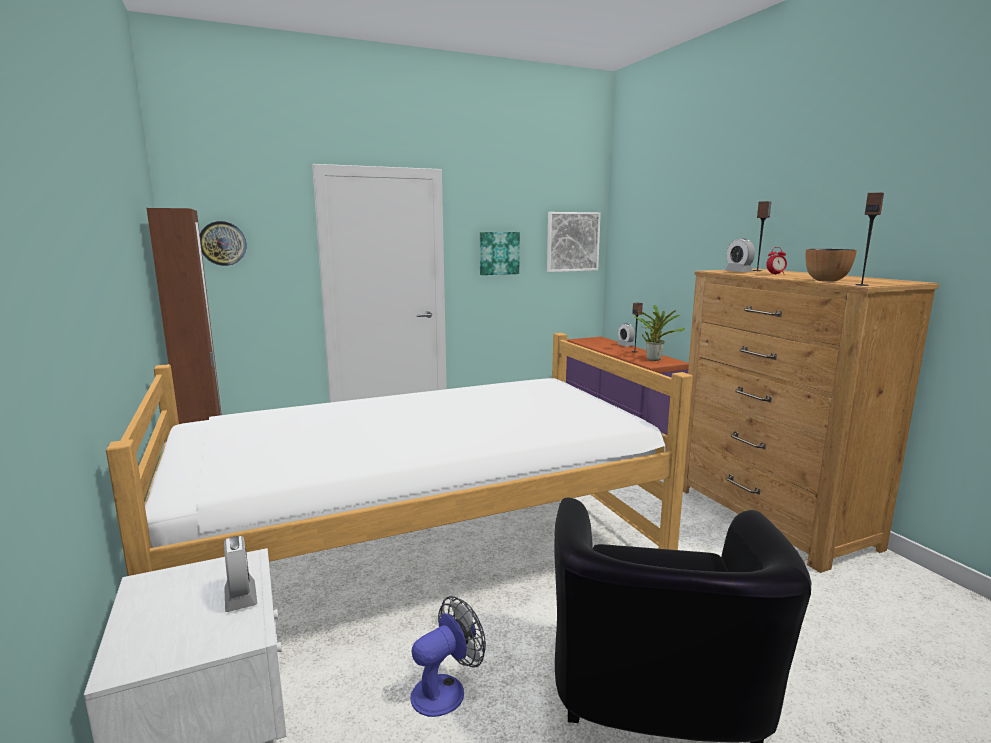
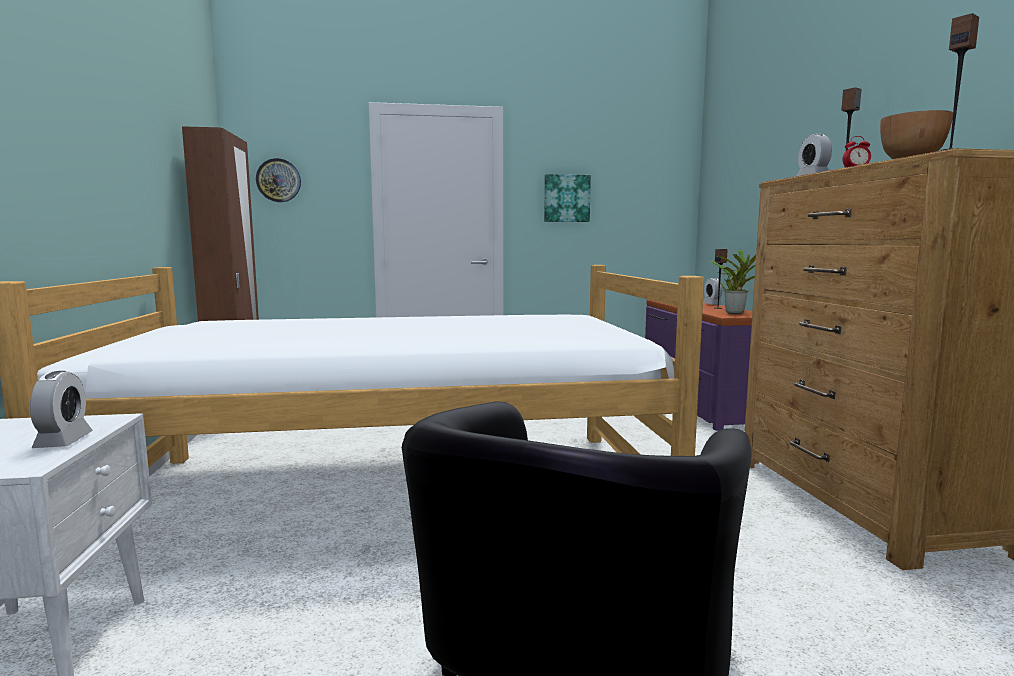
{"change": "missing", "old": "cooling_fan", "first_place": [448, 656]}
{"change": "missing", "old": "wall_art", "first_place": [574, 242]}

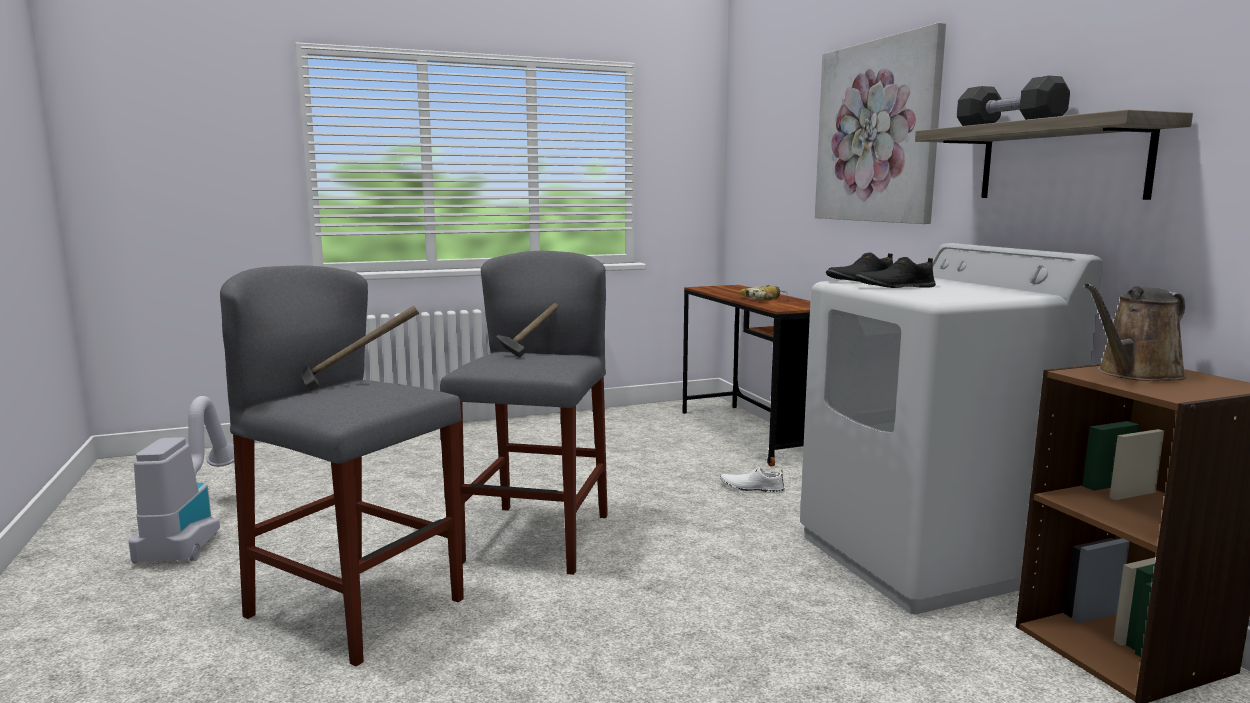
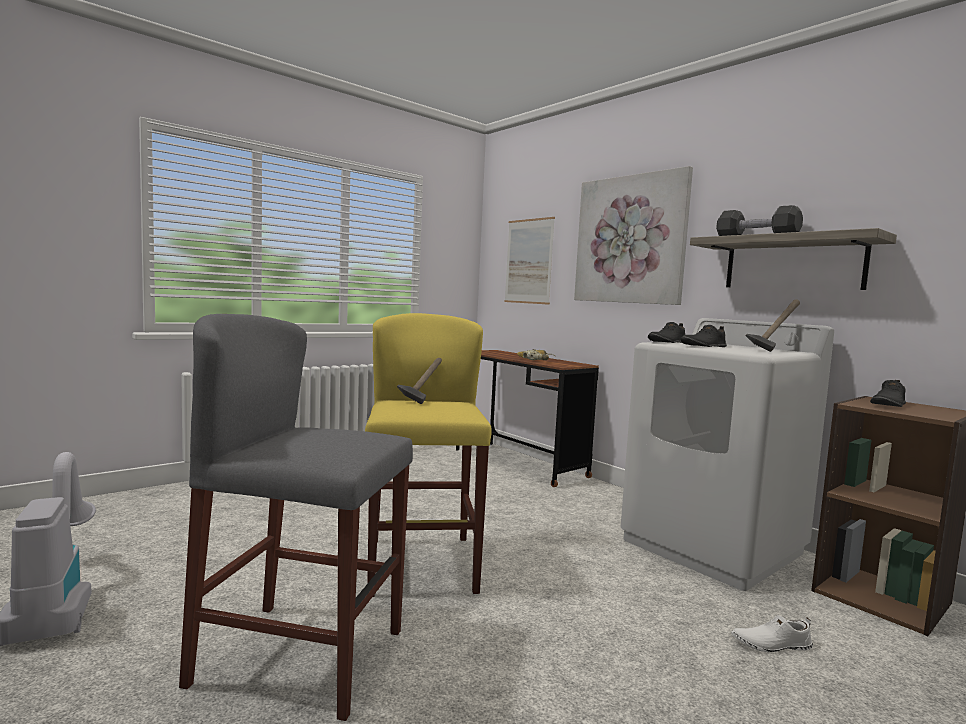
{"change": "relocated", "old": "tool_hammer", "first_place": [359, 348], "second_place": [773, 325]}
{"change": "colour", "old": "grey_stool_seat", "new": "yellow_stool_seat", "first_place": [524, 413], "second_place": [428, 455]}
{"change": "relocated", "old": "white-coloured_shoe", "first_place": [752, 480], "second_place": [772, 633]}
{"change": "exchanged", "old": "brown-coloured_watering_can", "new": "blackish_shoe", "first_place": [1135, 332], "second_place": [888, 393]}
{"change": "appeared", "new": "wall_art", "second_place": [529, 261]}

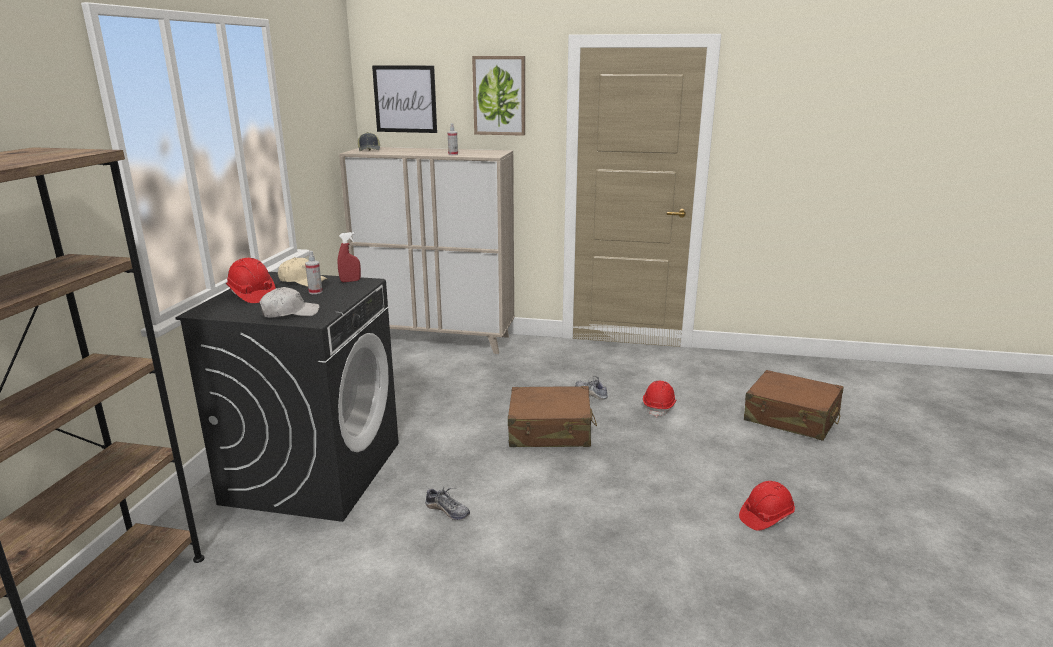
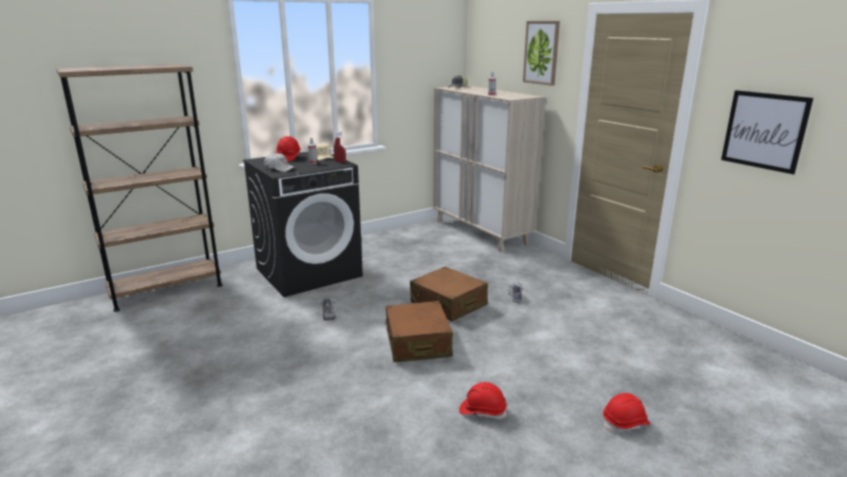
{"change": "relocated", "old": "wall_art", "first_place": [404, 99], "second_place": [767, 132]}
{"change": "relocated", "old": "red-coloured_work_helmet", "first_place": [659, 399], "second_place": [626, 413]}
{"change": "relocated", "old": "brown-coloured_suitcase", "first_place": [794, 405], "second_place": [419, 331]}

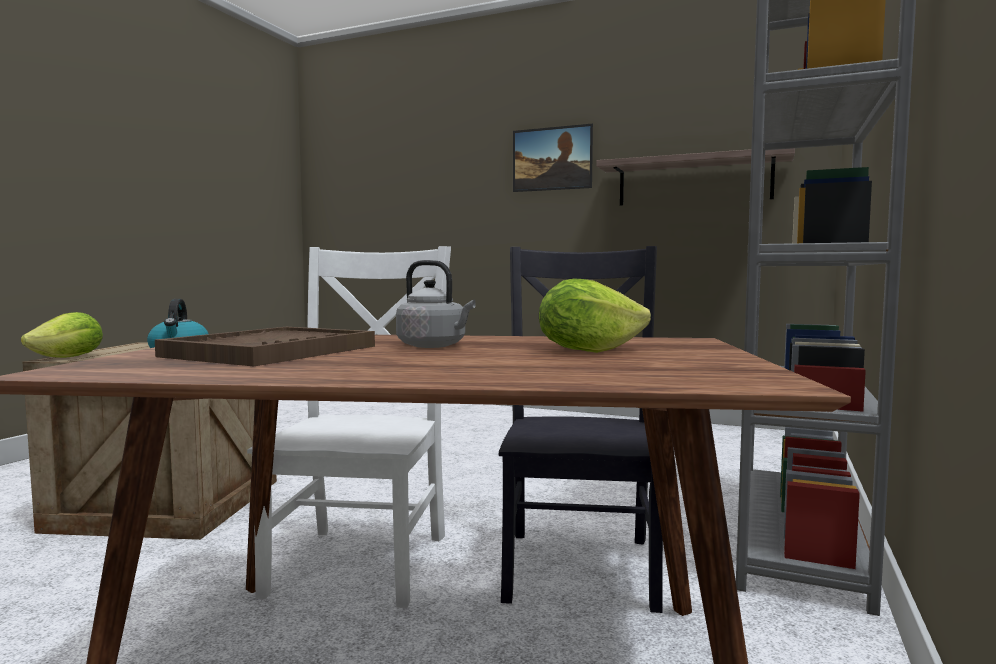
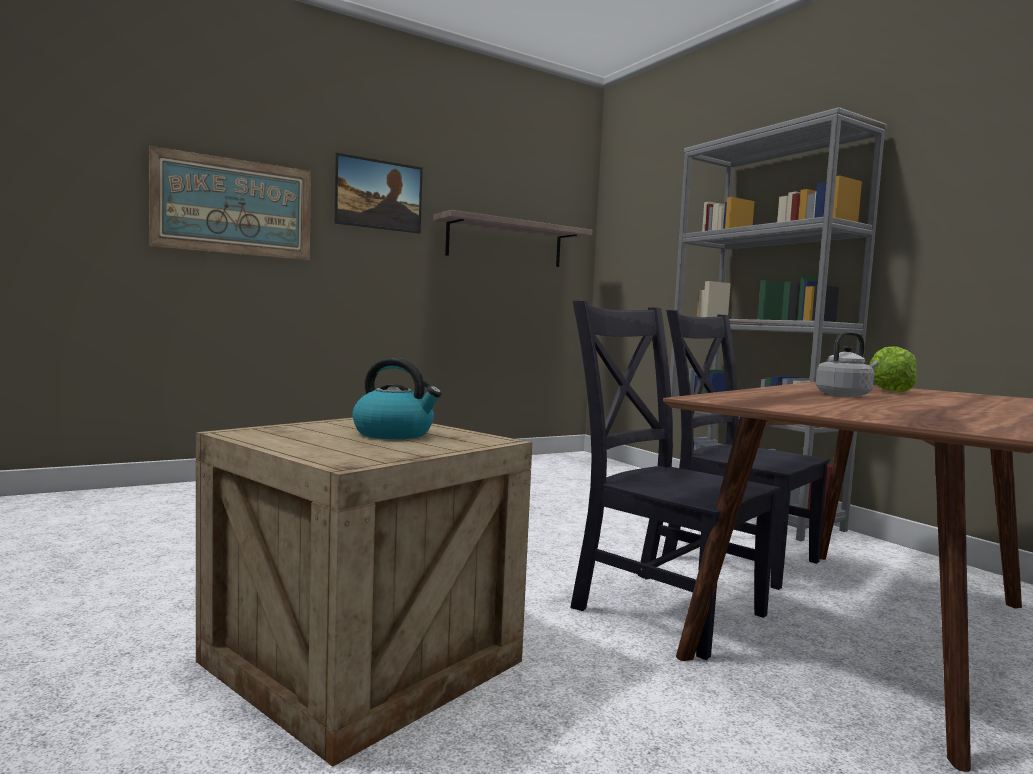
{"change": "missing", "old": "lettuce", "first_place": [62, 335]}
{"change": "missing", "old": "brown-coloured_tray", "first_place": [265, 346]}
{"change": "colour", "old": "white-coloured_plain_chair", "new": "blackish_plain_chair", "first_place": [349, 427], "second_place": [675, 480]}
{"change": "appeared", "new": "wall_art", "second_place": [230, 203]}

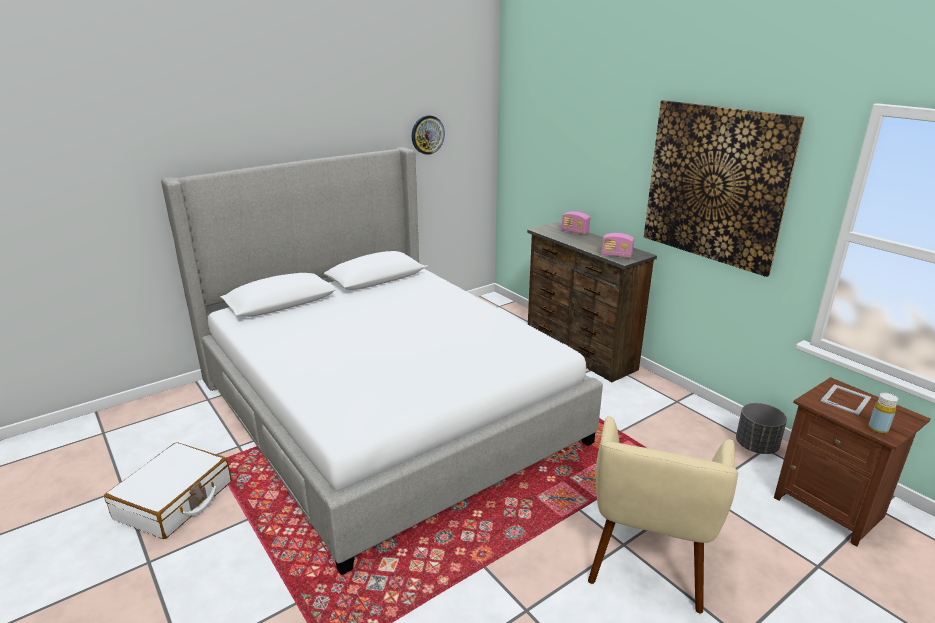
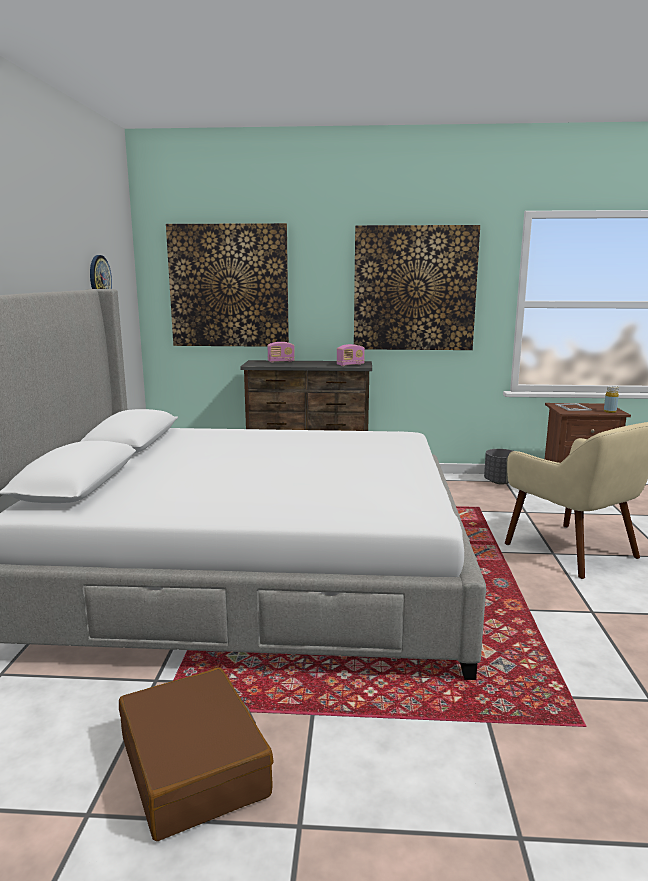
{"change": "colour", "old": "white-coloured_suitcase", "new": "brown-coloured_suitcase", "first_place": [167, 490], "second_place": [196, 754]}
{"change": "appeared", "new": "wall_art", "second_place": [227, 285]}

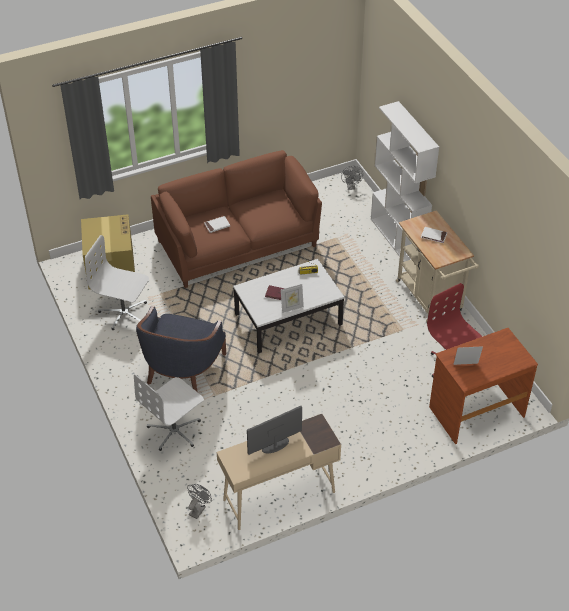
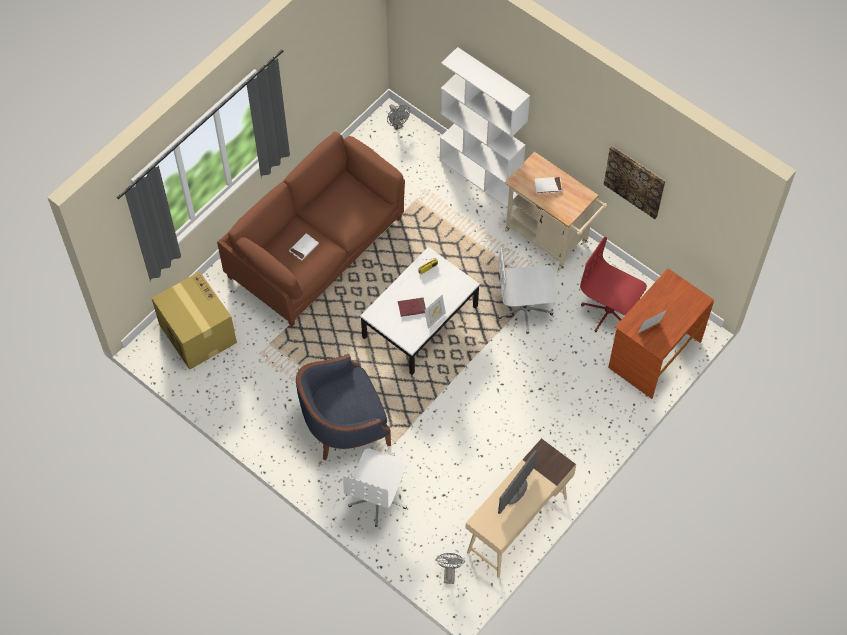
{"change": "relocated", "old": "white-coloured_office_chair", "first_place": [117, 282], "second_place": [527, 290]}
{"change": "spun", "old": "blue-coloured_lounge_chair", "first_place": [181, 349], "second_place": [343, 407], "degrees": 75}
{"change": "appeared", "new": "wall_art", "second_place": [634, 182]}

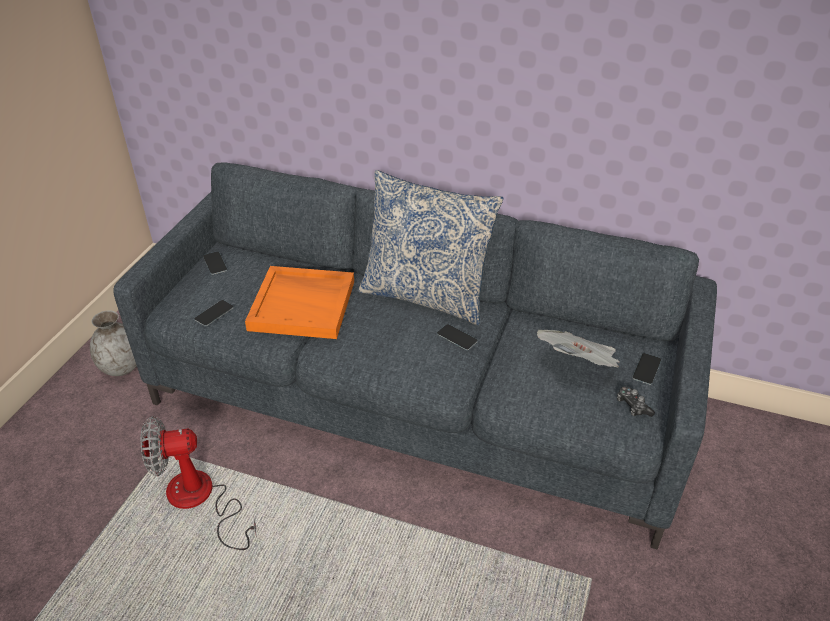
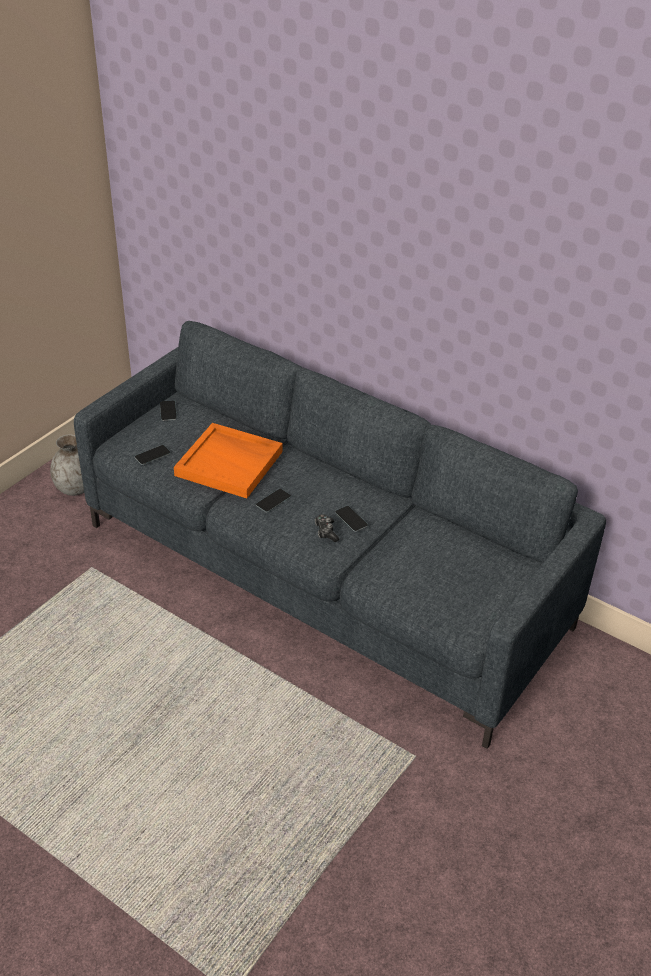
{"change": "missing", "old": "cooling_fan", "first_place": [199, 483]}
{"change": "missing", "old": "throw_pillow", "first_place": [430, 247]}
{"change": "missing", "old": "daily_paper", "first_place": [578, 349]}
{"change": "relocated", "old": "game_controller", "first_place": [636, 401], "second_place": [327, 528]}
{"change": "relocated", "old": "handset", "first_place": [646, 369], "second_place": [273, 500]}

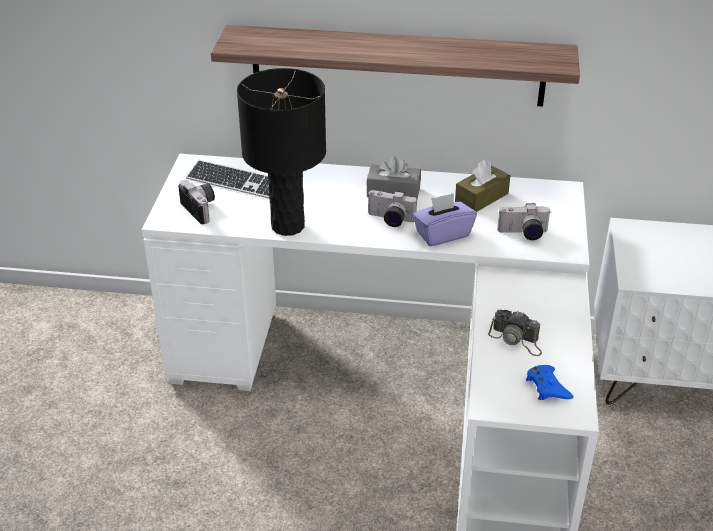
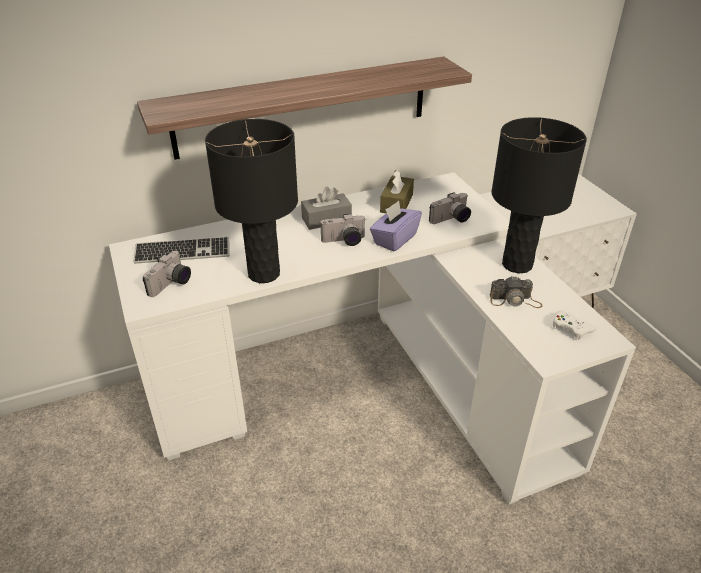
{"change": "spun", "old": "photo_camera", "first_place": [196, 202], "second_place": [167, 274], "degrees": 90}
{"change": "colour", "old": "blue-coloured_game_controller", "new": "white-coloured_game_controller", "first_place": [550, 382], "second_place": [575, 325]}
{"change": "appeared", "new": "blackish_lamp_for_a_table", "second_place": [539, 195]}

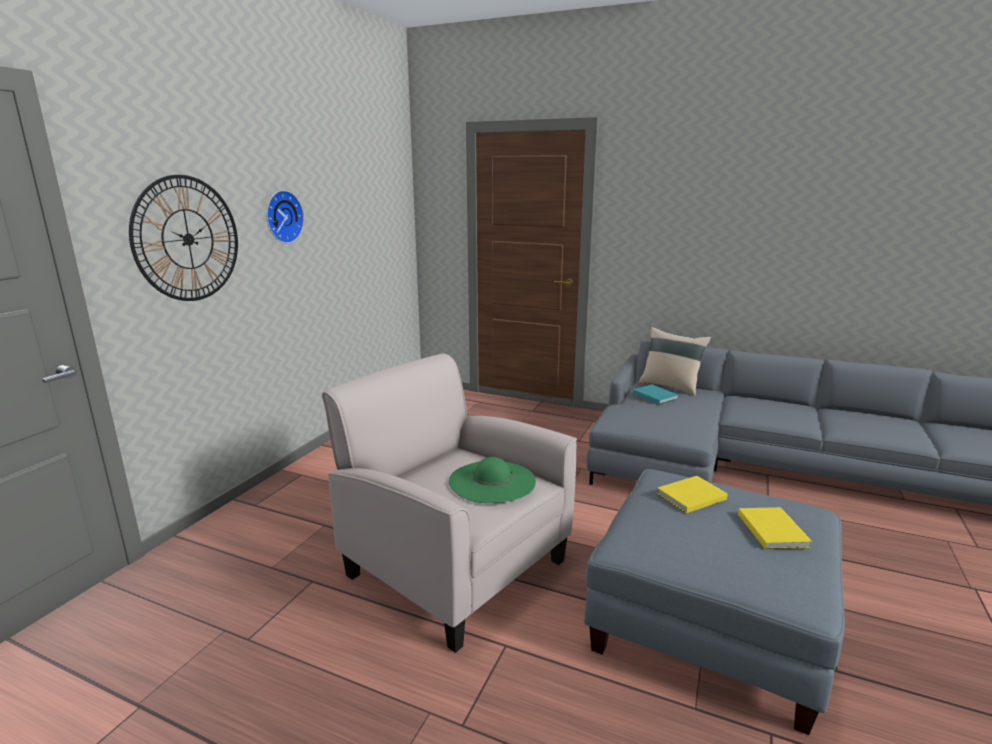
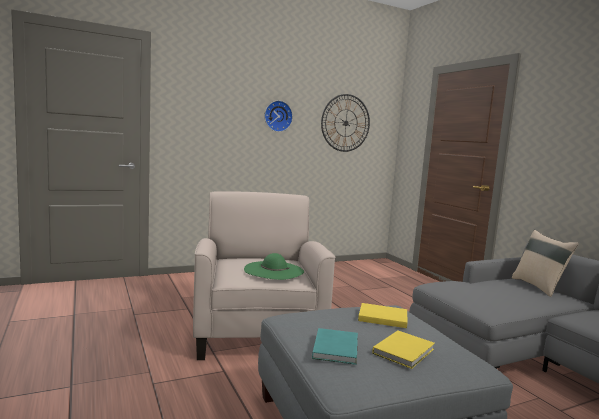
{"change": "relocated", "old": "wall_clock", "first_place": [183, 238], "second_place": [345, 123]}
{"change": "relocated", "old": "turquoise_volume", "first_place": [655, 395], "second_place": [335, 346]}

